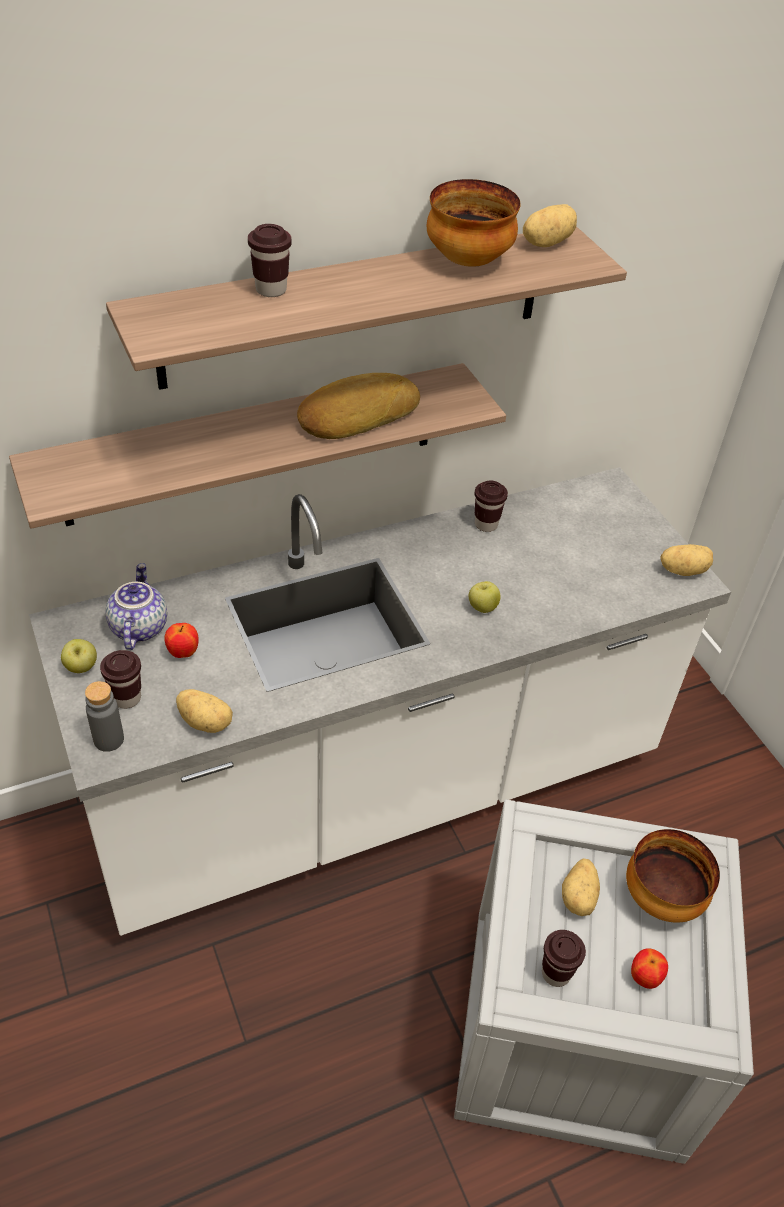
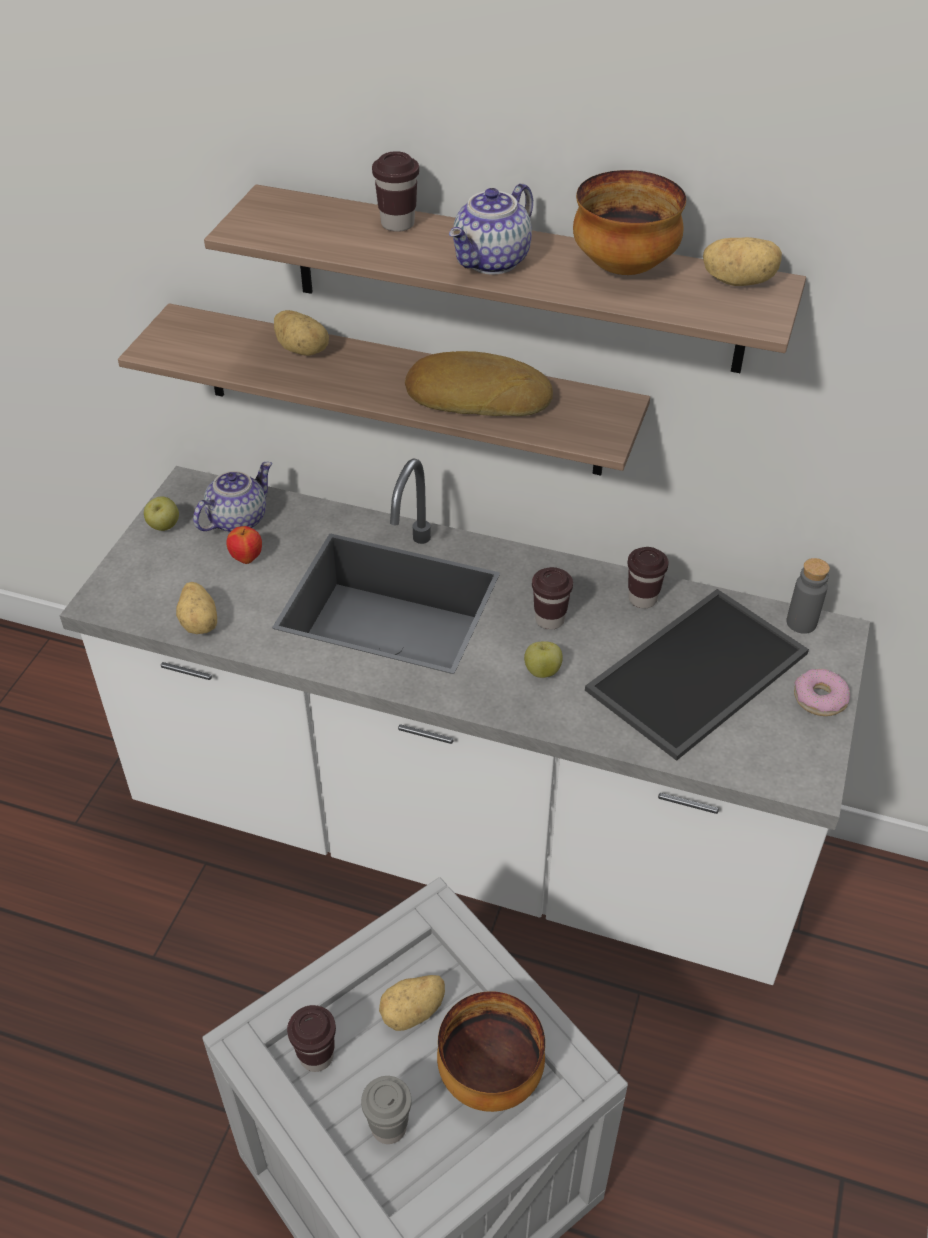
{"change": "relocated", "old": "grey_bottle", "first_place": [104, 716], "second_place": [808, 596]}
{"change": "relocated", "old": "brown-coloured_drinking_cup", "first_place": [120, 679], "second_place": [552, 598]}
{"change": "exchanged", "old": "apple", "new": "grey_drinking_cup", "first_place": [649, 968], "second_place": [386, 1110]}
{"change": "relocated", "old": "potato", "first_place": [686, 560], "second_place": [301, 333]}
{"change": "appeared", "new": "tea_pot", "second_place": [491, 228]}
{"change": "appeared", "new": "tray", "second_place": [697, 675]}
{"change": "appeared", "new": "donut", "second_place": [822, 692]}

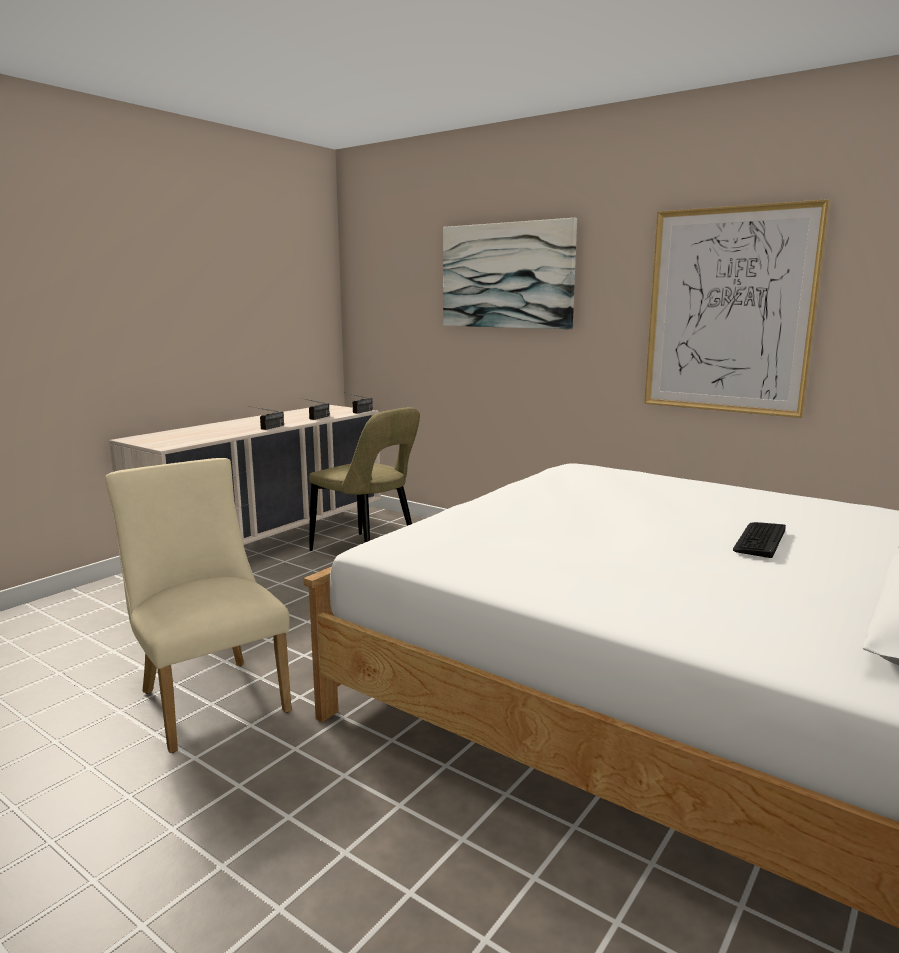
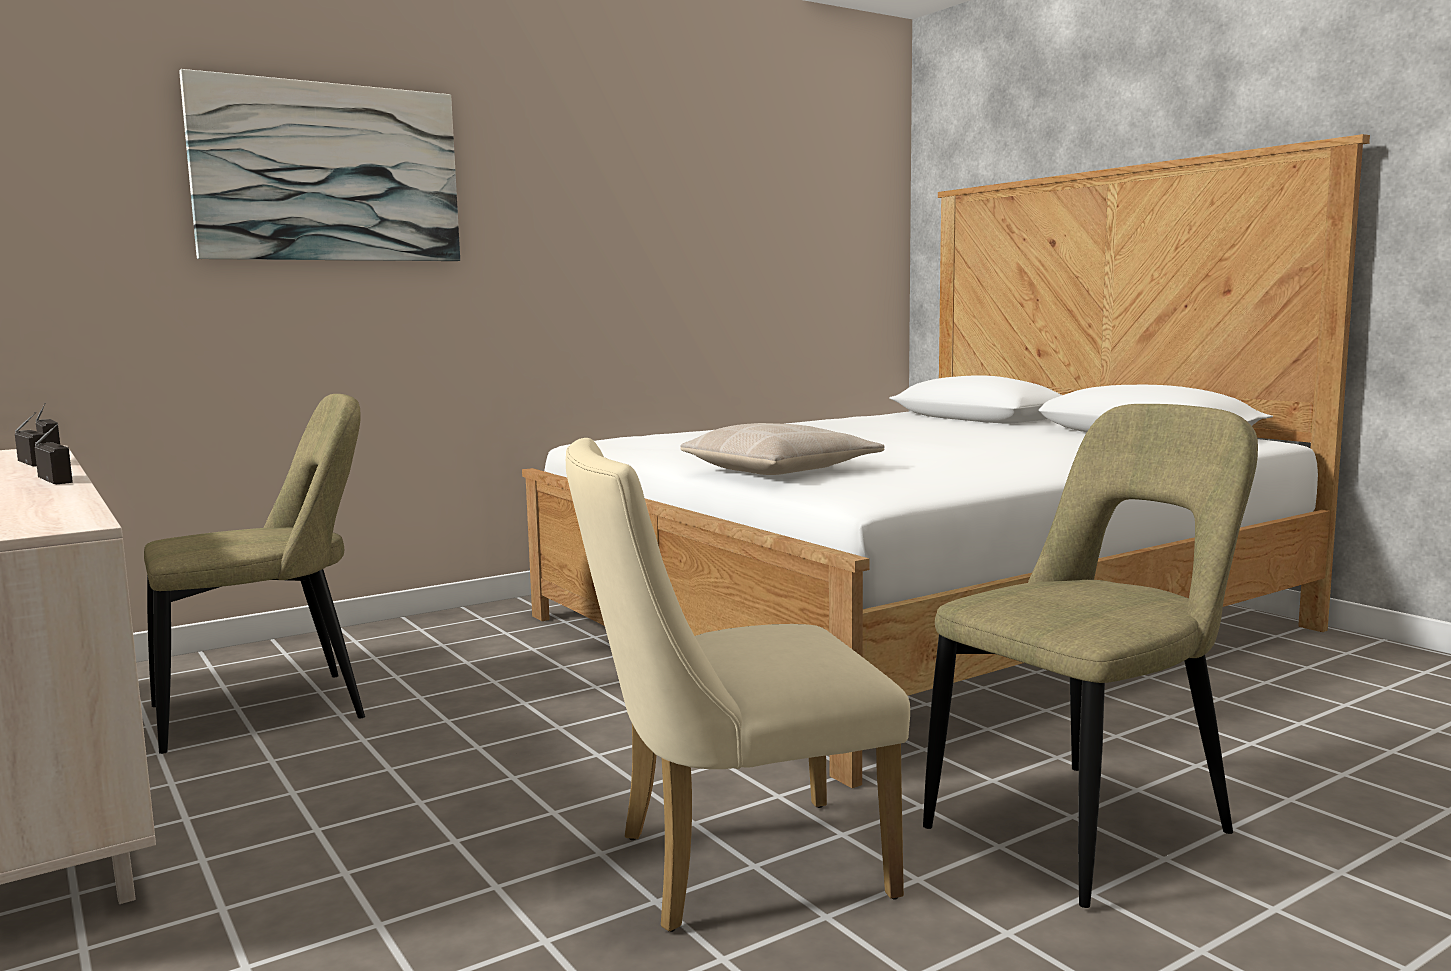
{"change": "missing", "old": "wall_art", "first_place": [737, 308]}
{"change": "missing", "old": "keyboard", "first_place": [759, 540]}
{"change": "appeared", "new": "beige-coloured_throw_pillow", "second_place": [782, 449]}
{"change": "appeared", "new": "beige-coloured_plain_chair", "second_place": [1090, 656]}

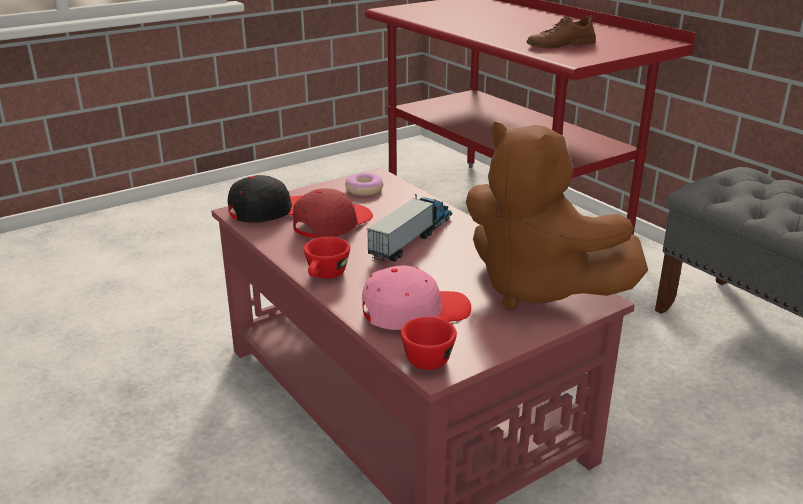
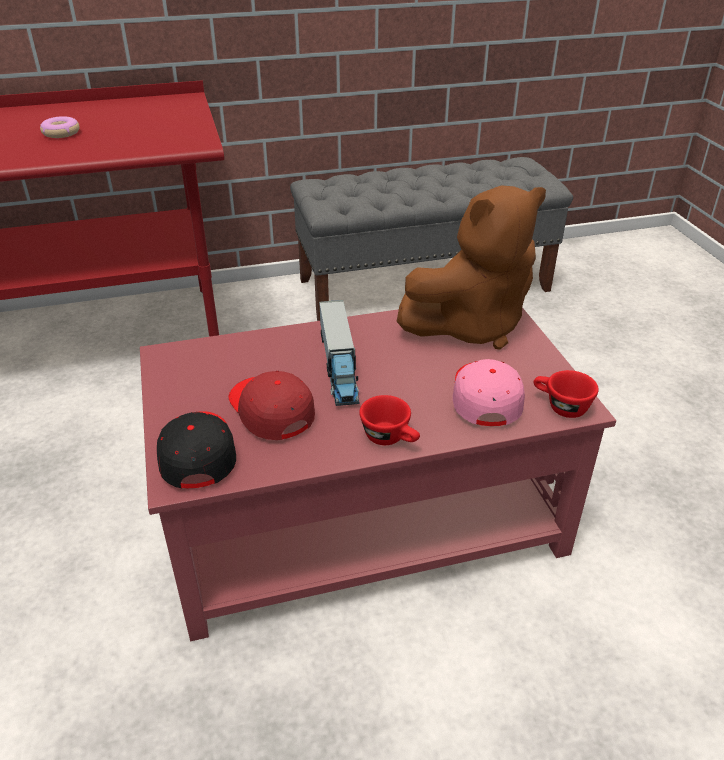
{"change": "relocated", "old": "donut", "first_place": [364, 184], "second_place": [60, 127]}
{"change": "spun", "old": "toy_truck", "first_place": [409, 228], "second_place": [339, 353], "degrees": -150}
{"change": "missing", "old": "brown-coloured_shoe", "first_place": [561, 32]}

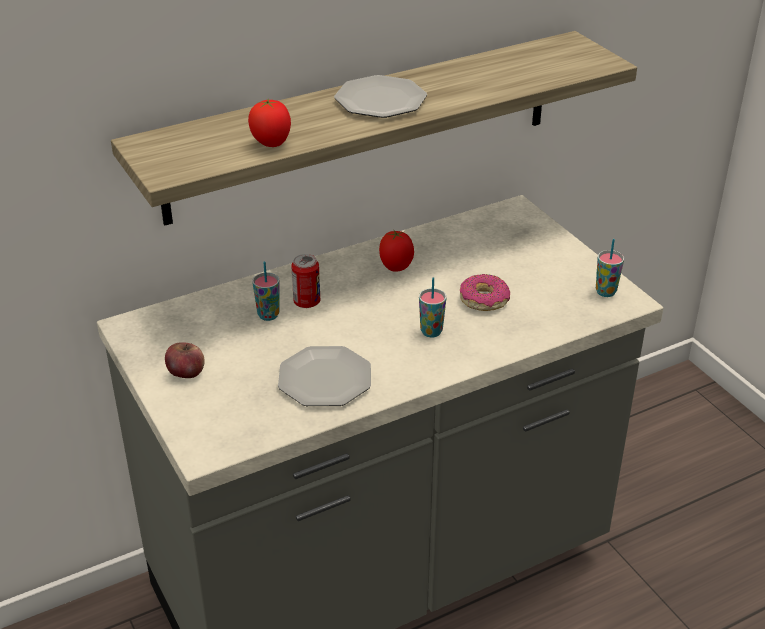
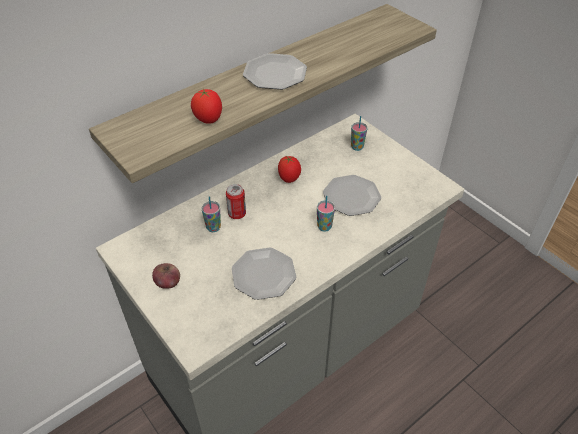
{"change": "exchanged", "old": "donut", "new": "dinner_plate", "first_place": [485, 292], "second_place": [352, 195]}
{"change": "relocated", "old": "drinking_cup", "first_place": [610, 268], "second_place": [359, 133]}

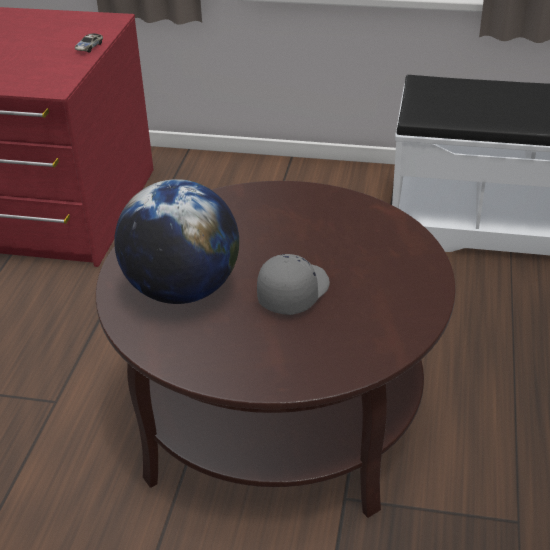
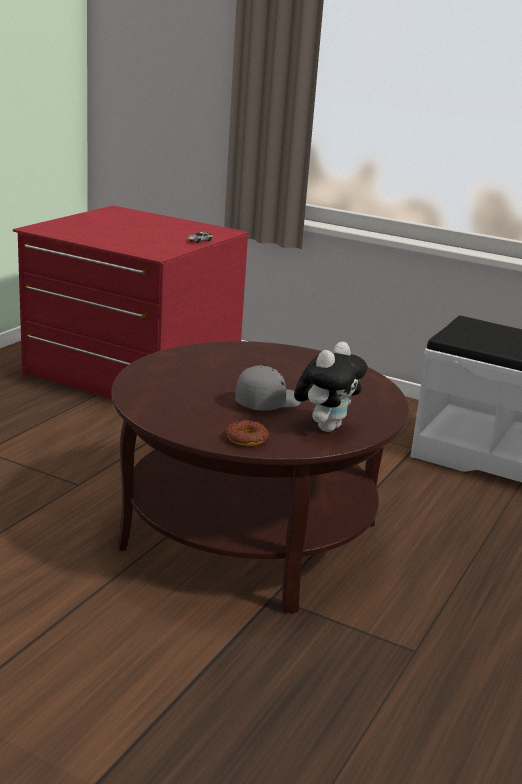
{"change": "missing", "old": "desk_globe", "first_place": [177, 241]}
{"change": "appeared", "new": "donut", "second_place": [247, 433]}
{"change": "appeared", "new": "soft_toy", "second_place": [330, 387]}

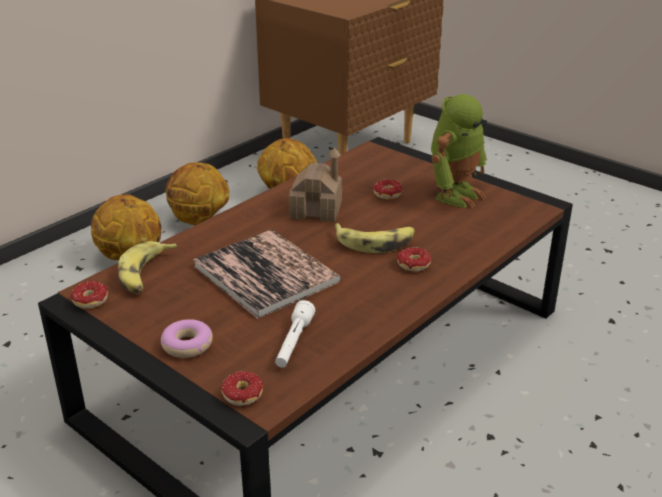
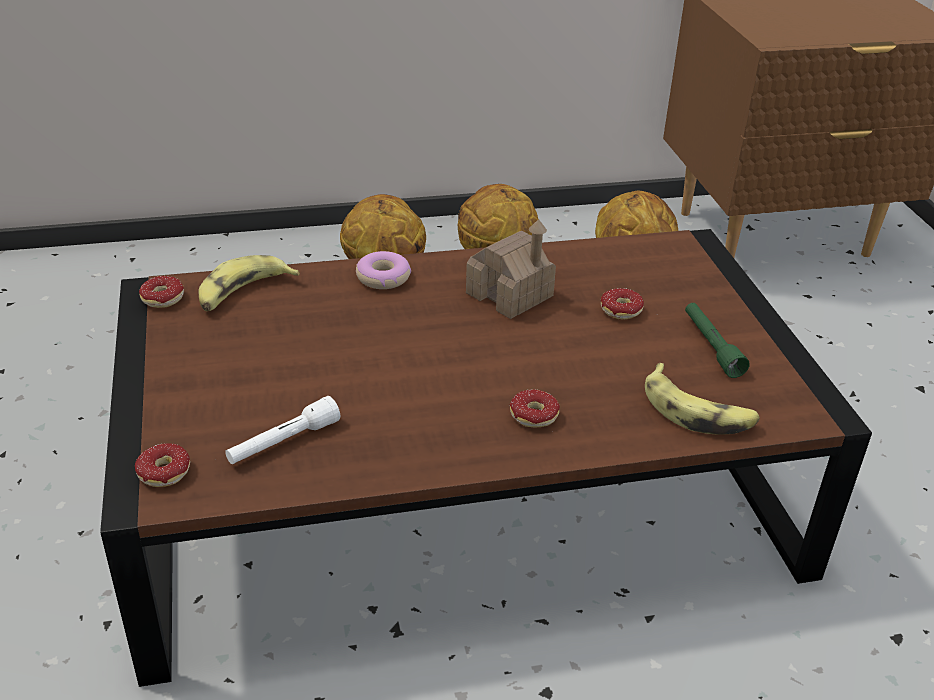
{"change": "relocated", "old": "donut", "first_place": [187, 338], "second_place": [383, 270]}
{"change": "missing", "old": "volume", "first_place": [267, 274]}
{"change": "relocated", "old": "banana", "first_place": [374, 238], "second_place": [702, 399]}
{"change": "exchanged", "old": "robot_figure", "new": "green-coloured_torch", "first_place": [459, 151], "second_place": [717, 340]}

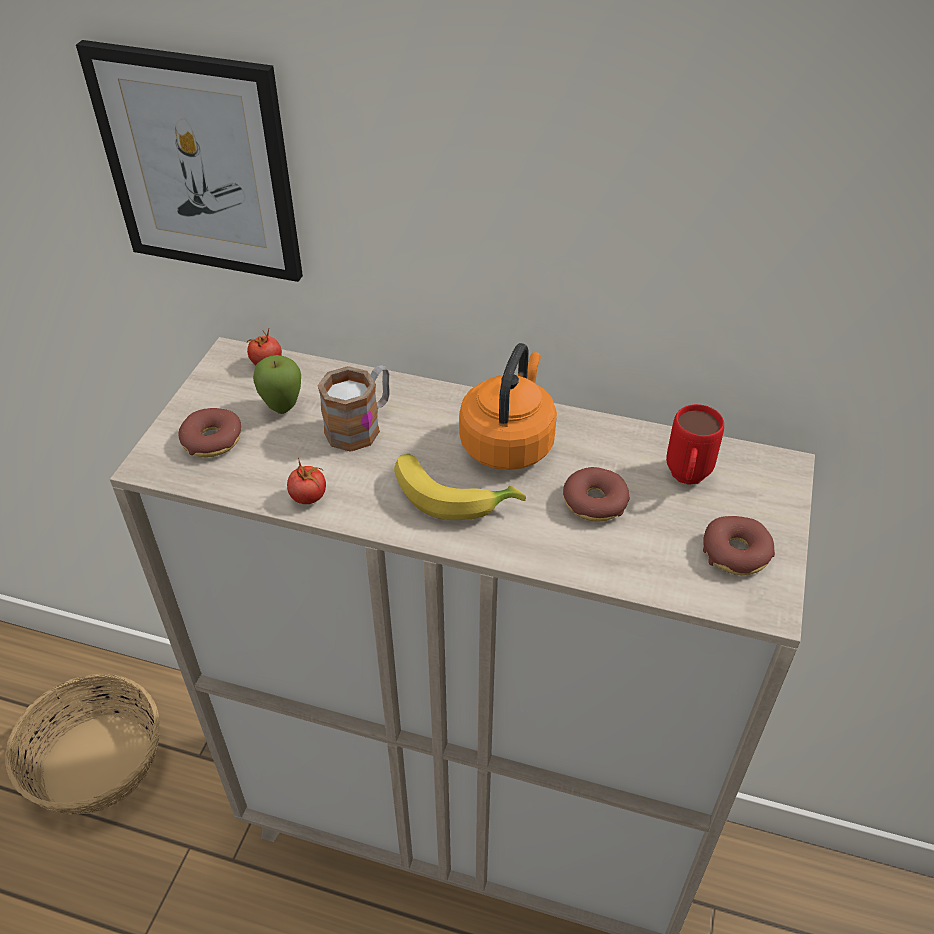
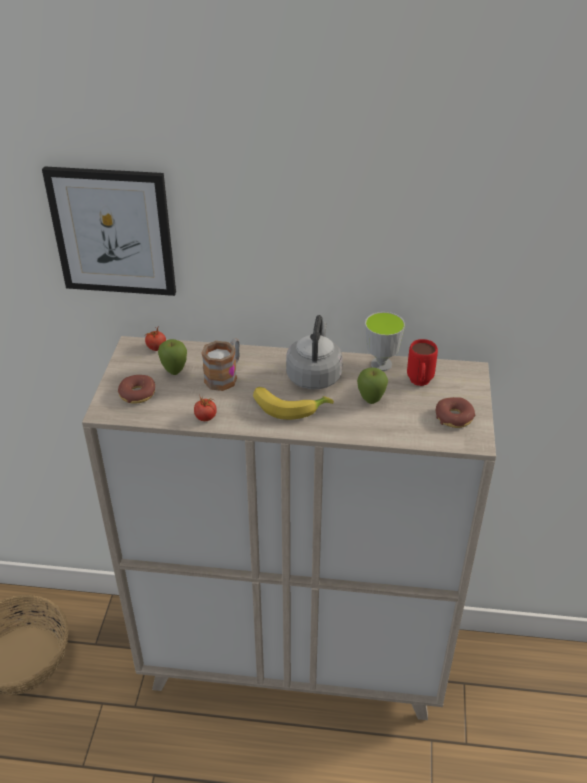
{"change": "colour", "old": "orange_kettle", "new": "grey_kettle", "first_place": [508, 406], "second_place": [314, 352]}
{"change": "exchanged", "old": "donut", "new": "apple", "first_place": [596, 494], "second_place": [372, 386]}
{"change": "appeared", "new": "drinking_cup", "second_place": [385, 341]}

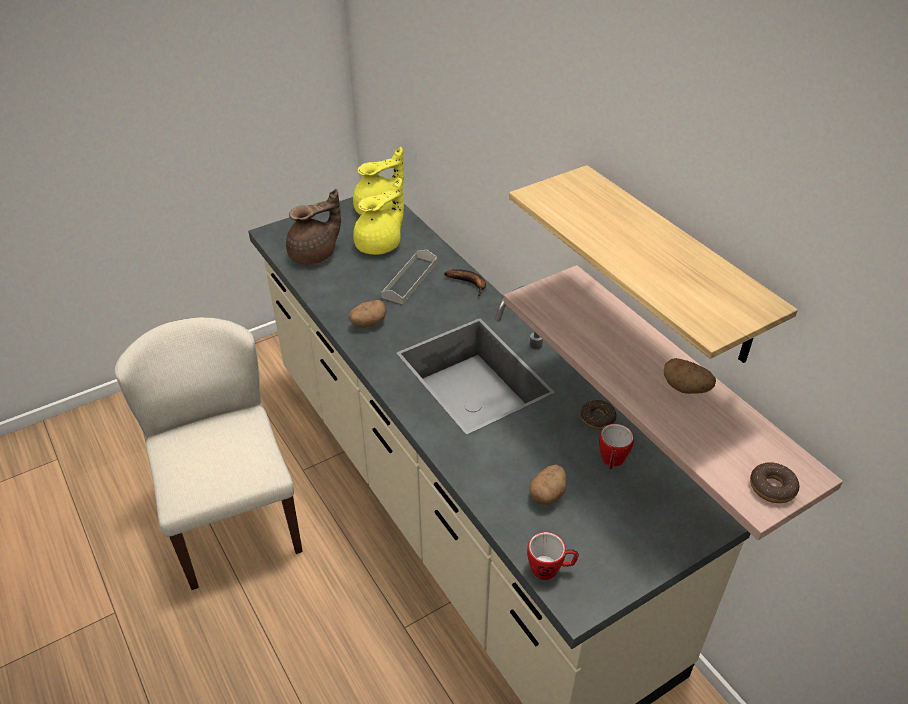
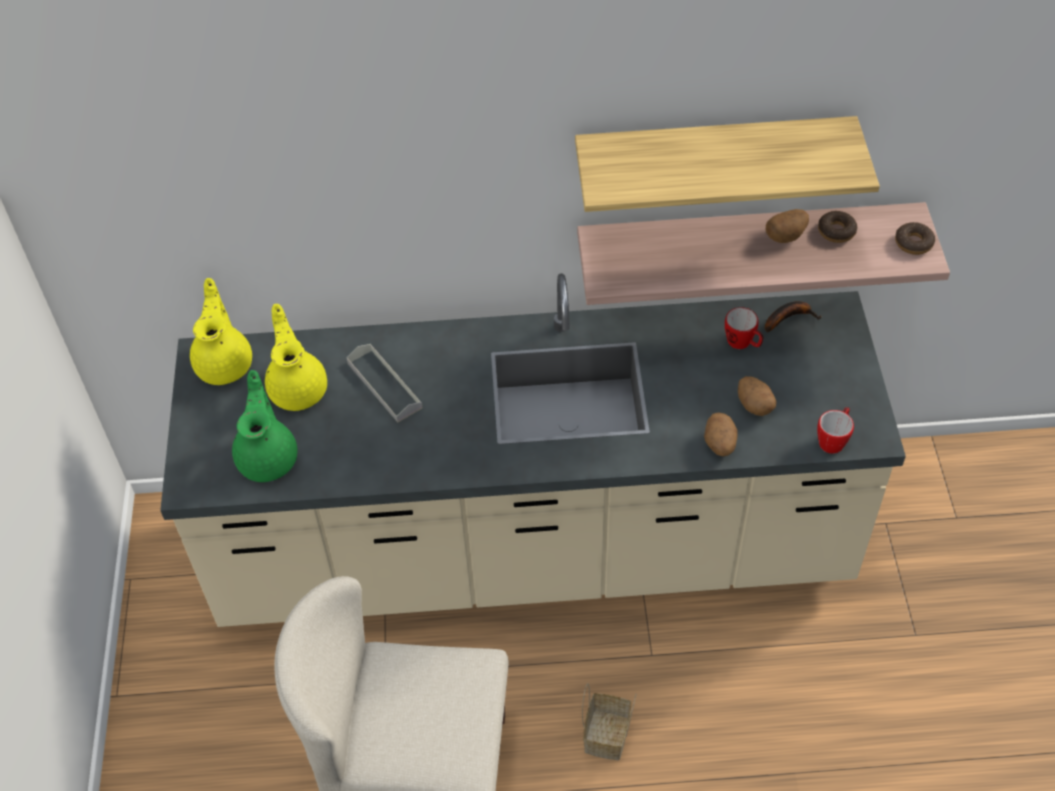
{"change": "colour", "old": "brown-coloured_tea_pot", "new": "green-coloured_tea_pot", "first_place": [313, 226], "second_place": [264, 426]}
{"change": "relocated", "old": "potato", "first_place": [367, 314], "second_place": [721, 434]}
{"change": "relocated", "old": "banana", "first_place": [465, 282], "second_place": [793, 316]}
{"change": "relocated", "old": "donut", "first_place": [599, 415], "second_place": [837, 227]}
{"change": "appeared", "new": "household_basket", "second_place": [609, 721]}

